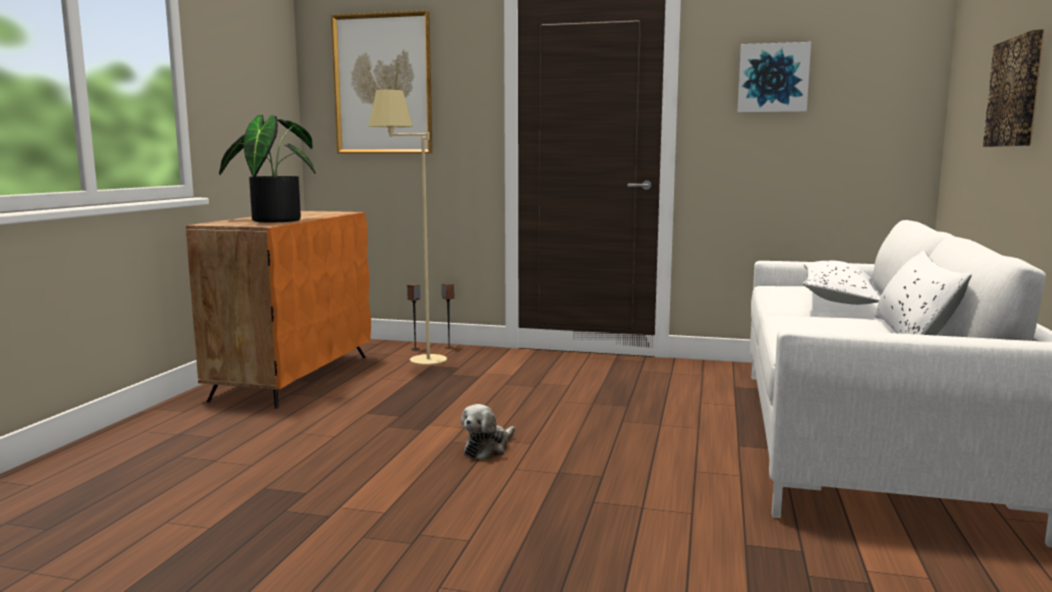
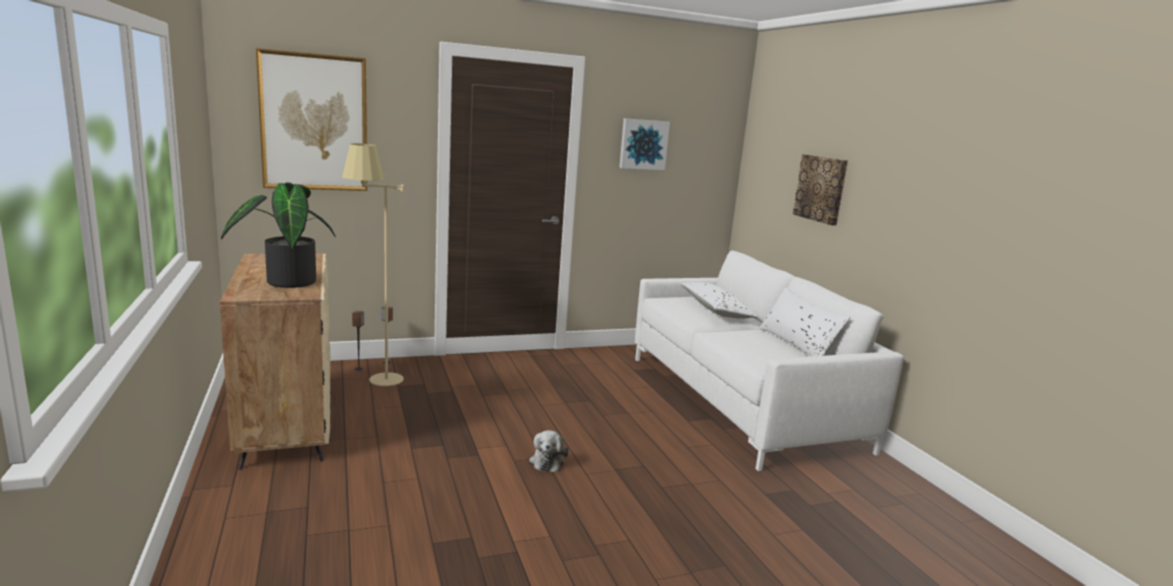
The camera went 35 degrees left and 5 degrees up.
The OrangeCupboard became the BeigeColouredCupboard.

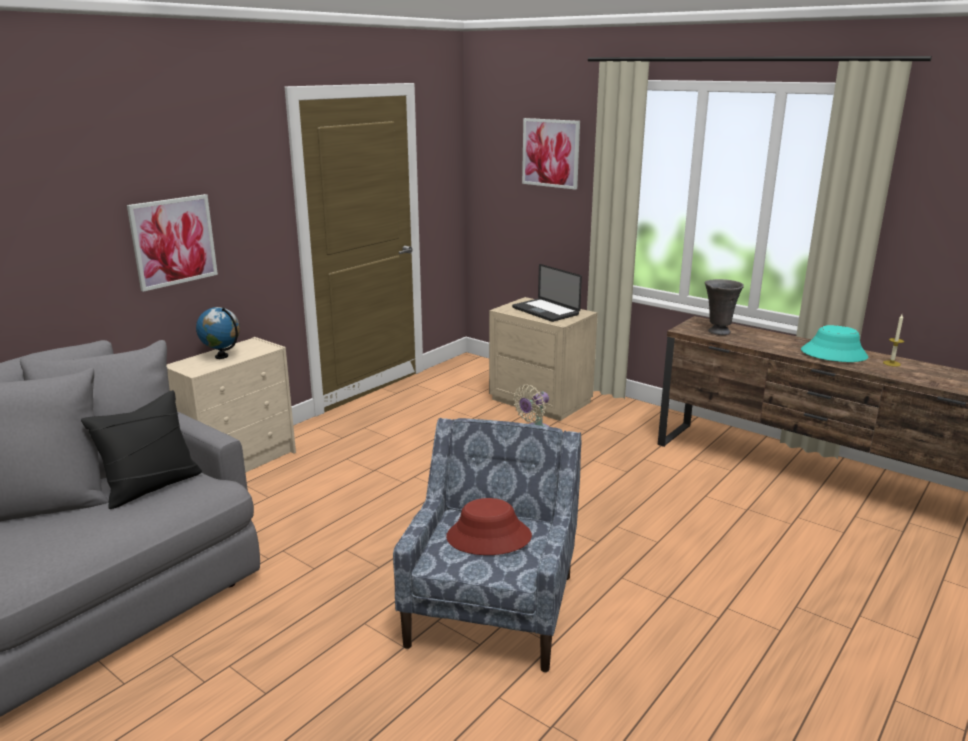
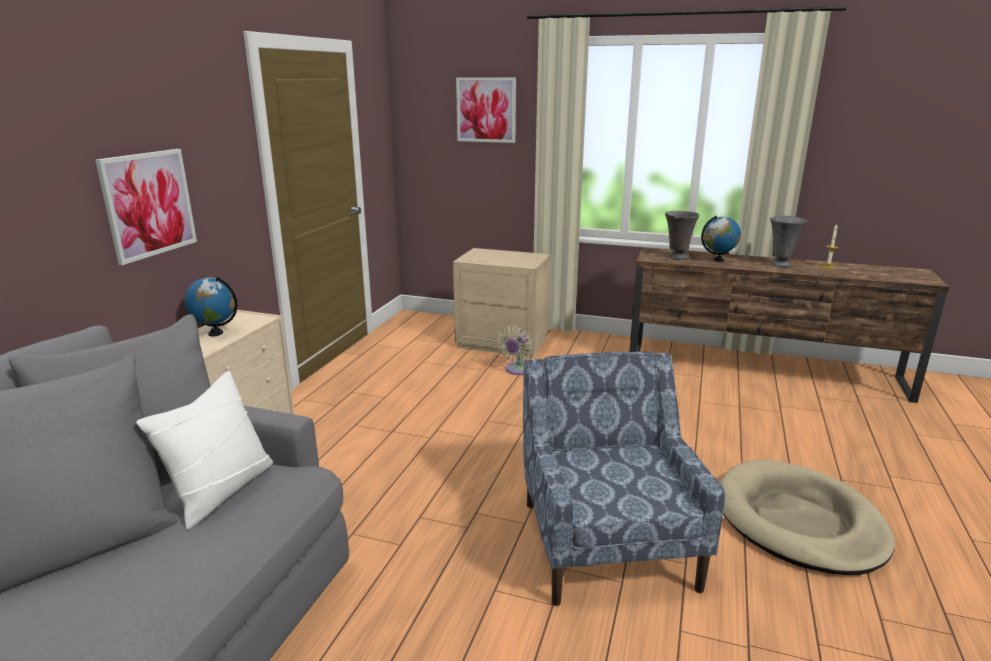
The camera went 20 degrees left and 0 degrees up.
The Laptop disappeared.
The TurquoiseHat was replaced by the GreyDecorativeVase (2nd from left).
The BlackPillow became the WhiteColouredPillow.
The ReddishHat disappeared.
The WorldGlobe (2nd from left) appeared.
The BeigeColouredDogCushion appeared.

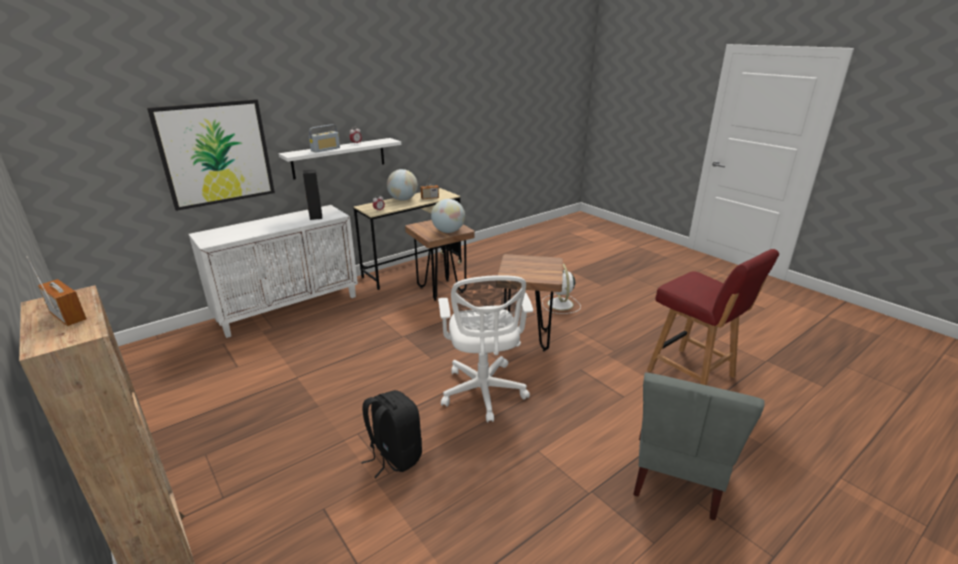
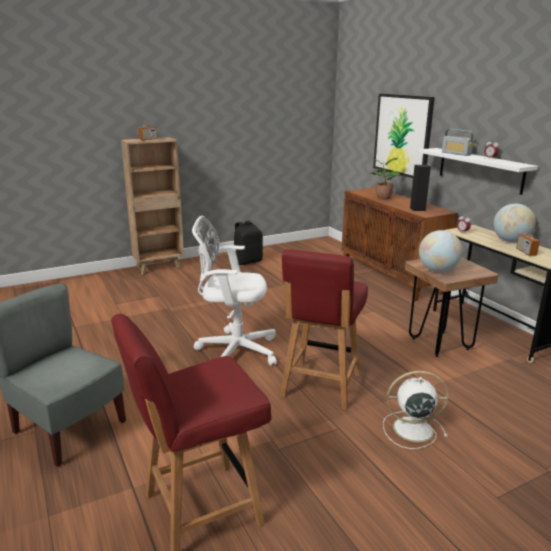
The camera went 100 degrees right and 5 degrees down.
The WhiteColouredCupboard became the BrownishCupboard.
The BrownishStoolSeat (2nd from left) was replaced by the ReddishChair (2nd from left).
The BlackRucksack moved.
The Houseplant appeared.

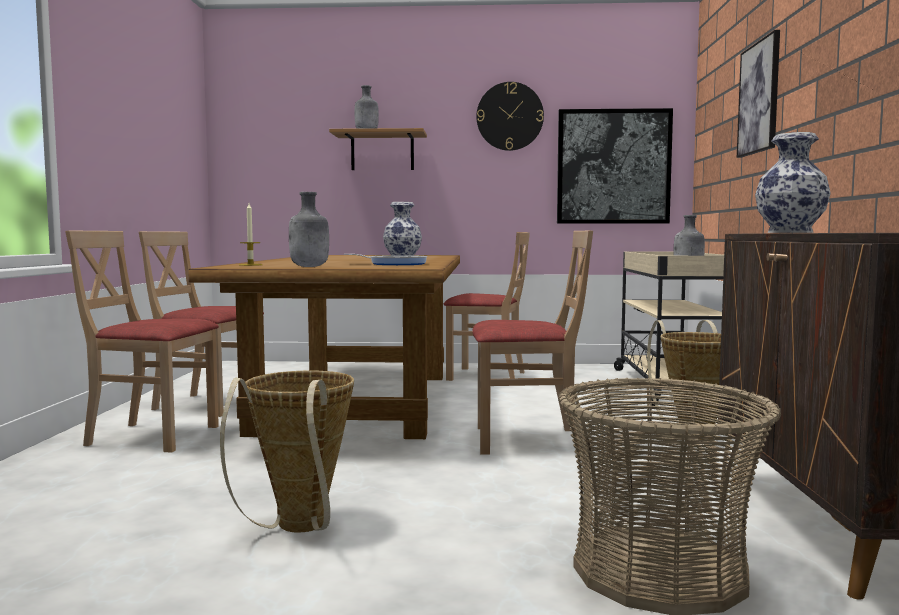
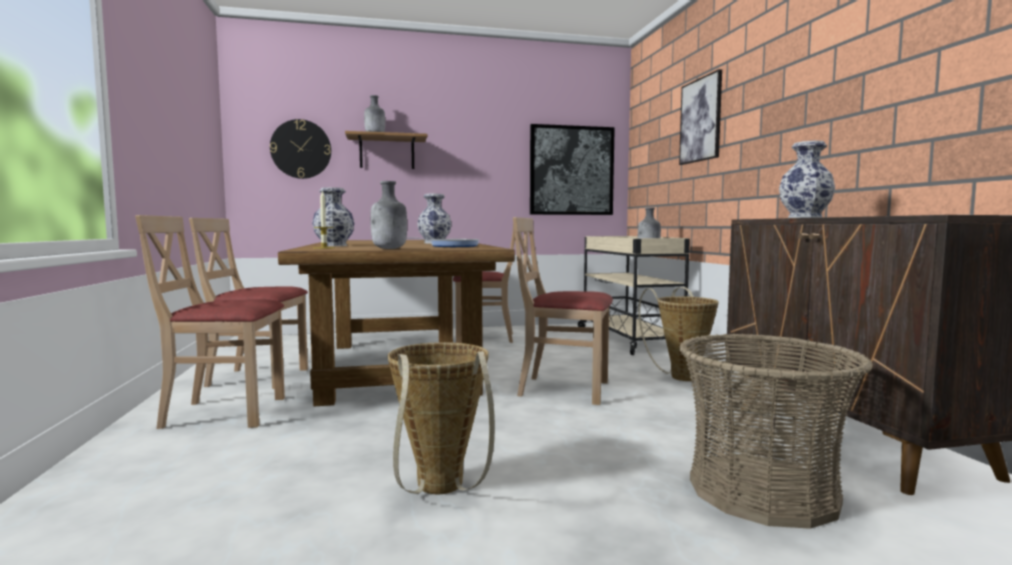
The camera went 15 degrees left and 0 degrees up.
The WallClock moved.
The BeigeColouredChair (4th from left) turned 150 degrees counterclockwise.
The DecorativeVase (1st from left) appeared.

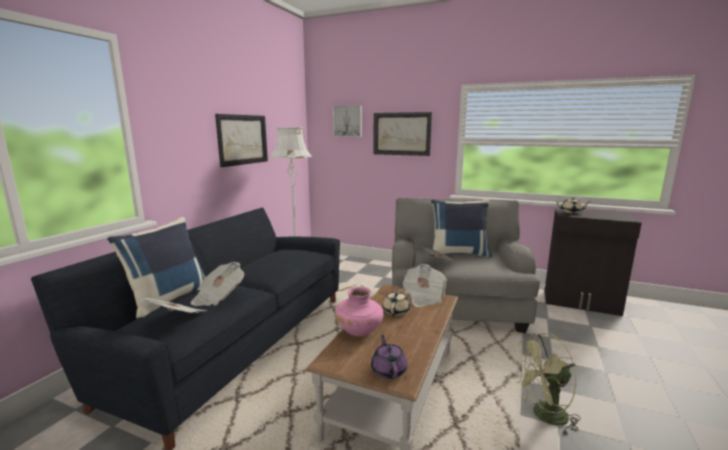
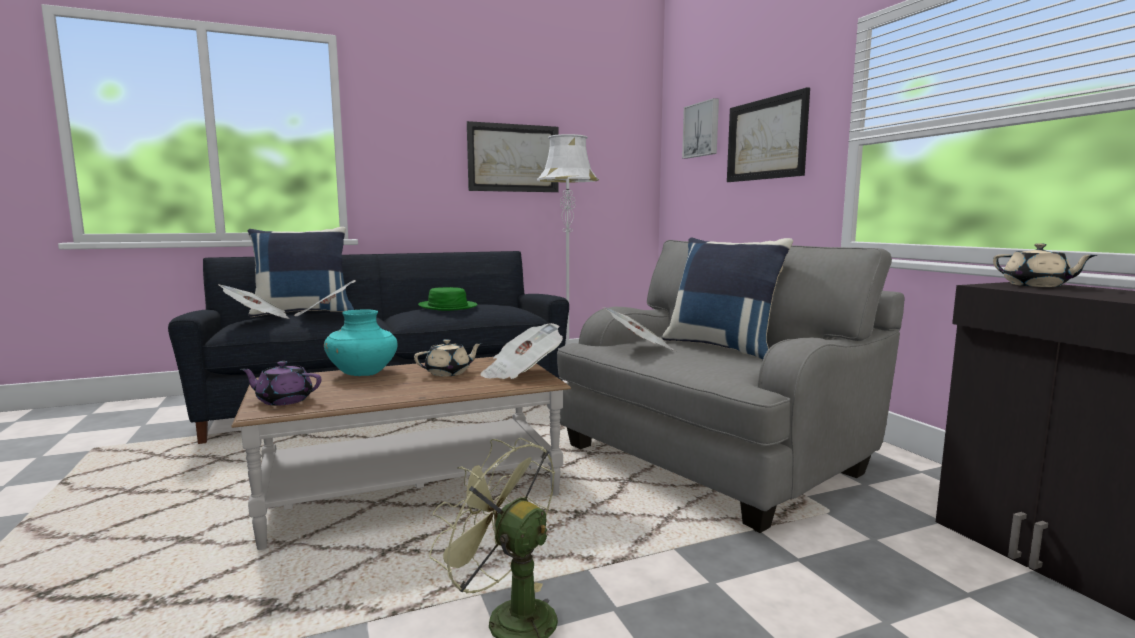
The camera went 45 degrees right and 5 degrees down.
The PinkColouredDecorativeVase became the TurquoiseDecorativeVase.
The PurplishTeaPot turned 120 degrees counterclockwise.
The GreenColouredHat appeared.

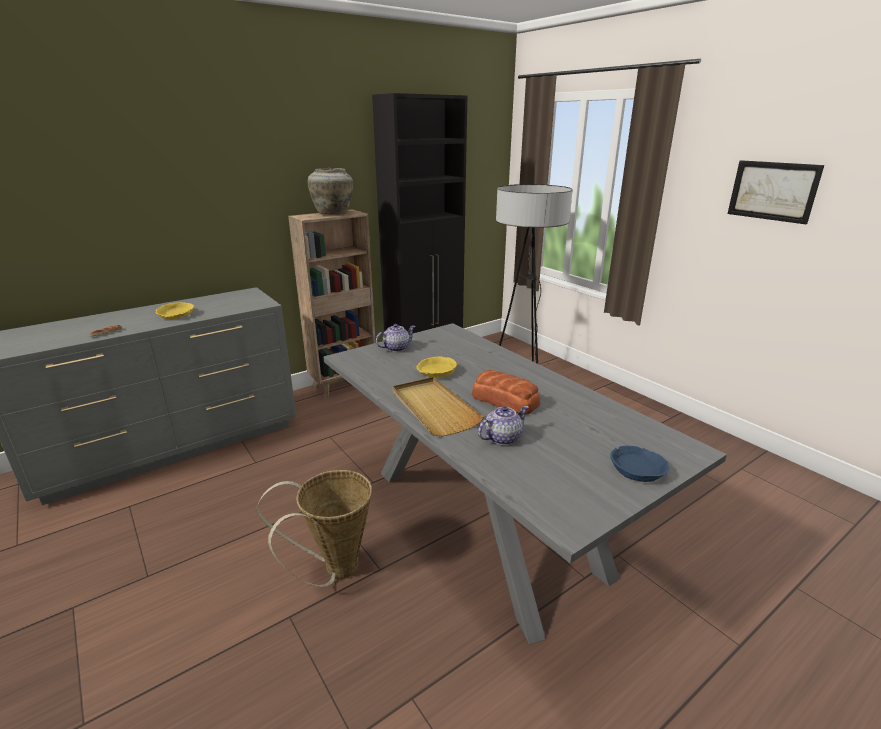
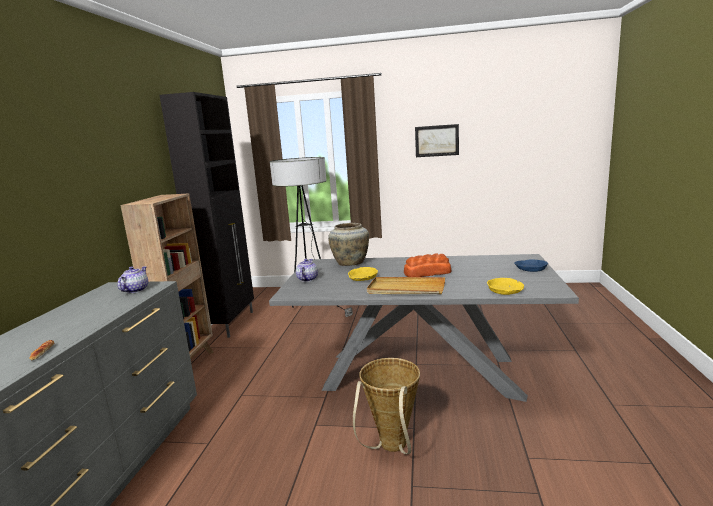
The camera went 45 degrees left and 10 degrees down.
The BeigeColouredDecorativeVase moved.
The YellowServingBowl (1st from left in the first image) moved.
The TeaPot (2nd from left in the first image) moved.

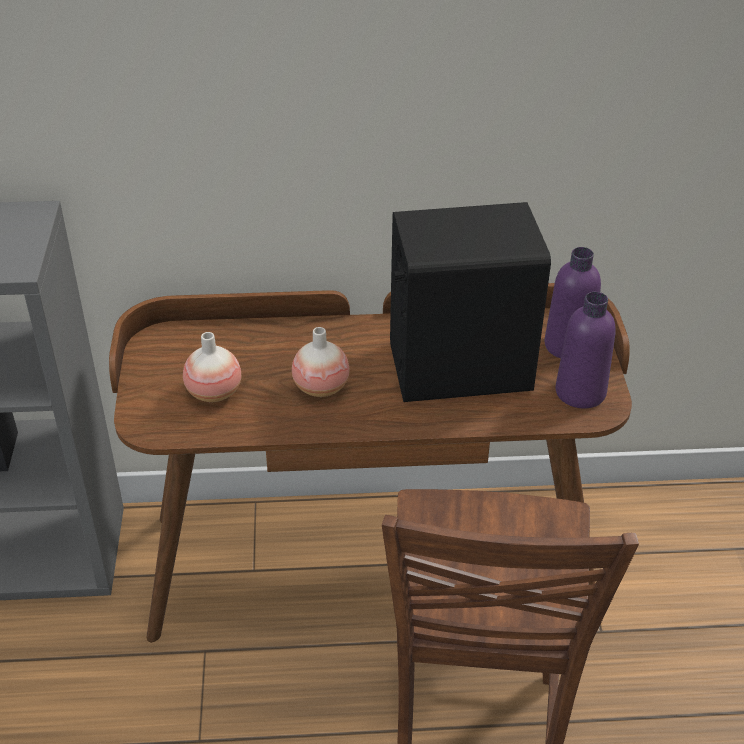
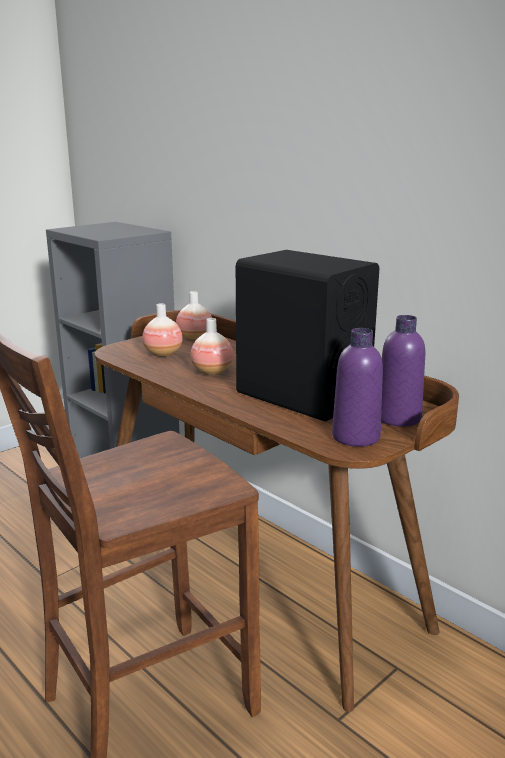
The camera went 50 degrees right and 20 degrees down.
The DecorativeVase (2nd from left) appeared.

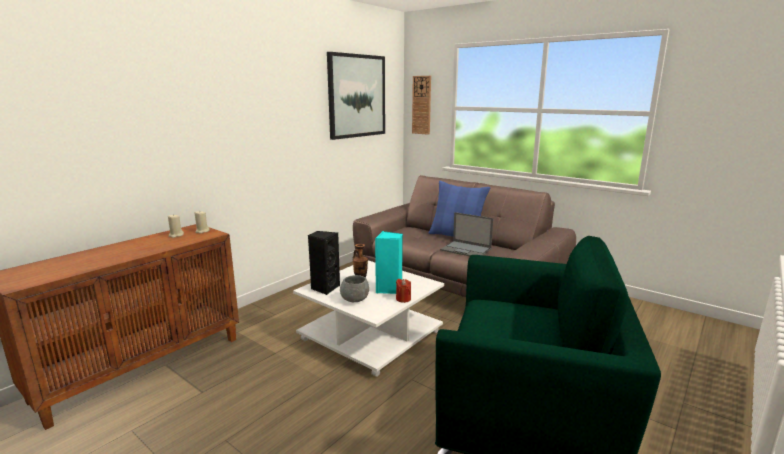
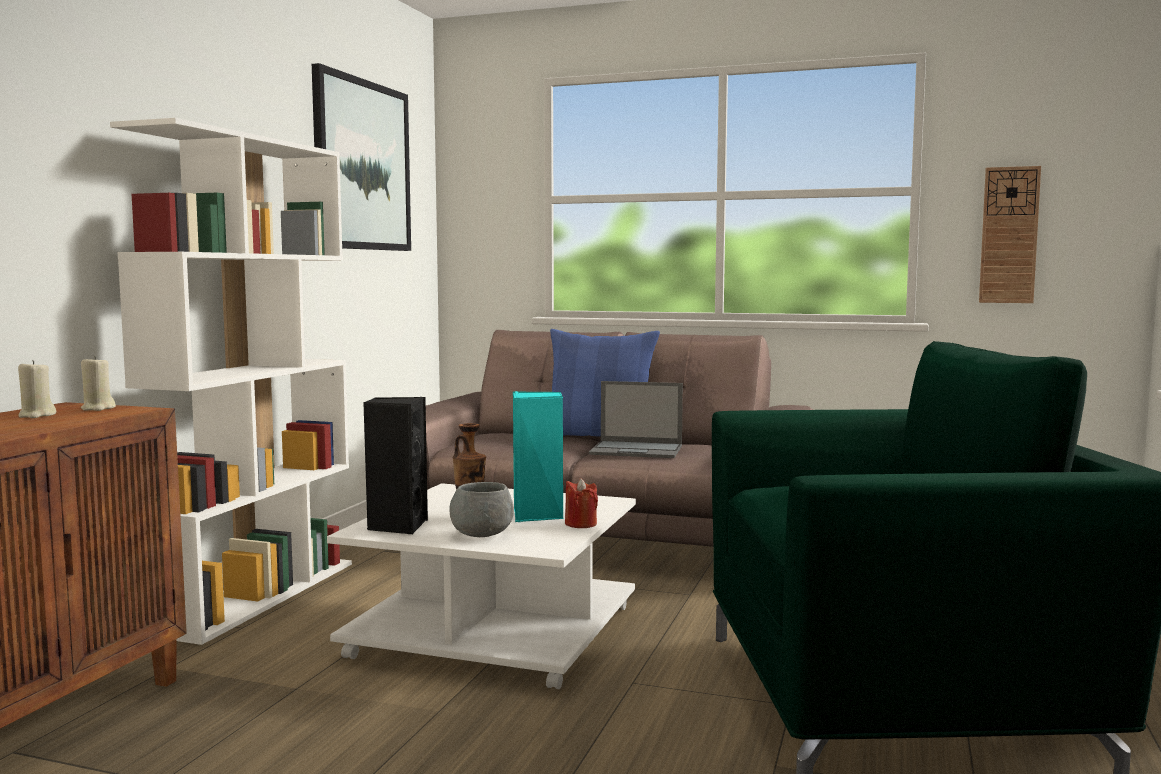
The camera went 20 degrees left and 10 degrees down.
The WallClock moved.
The WhiteColouredBookshelf appeared.

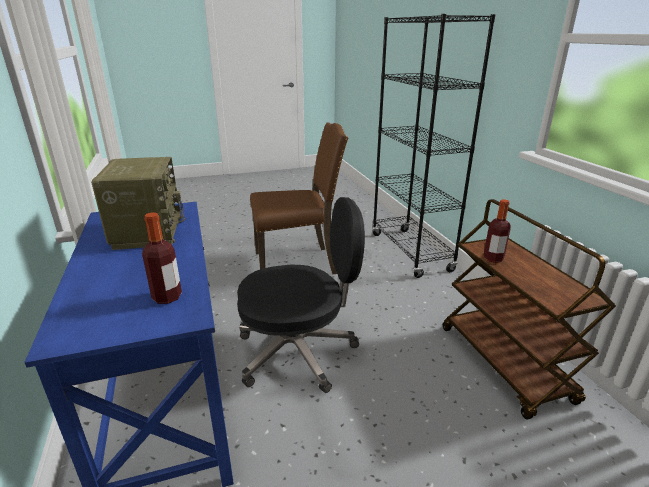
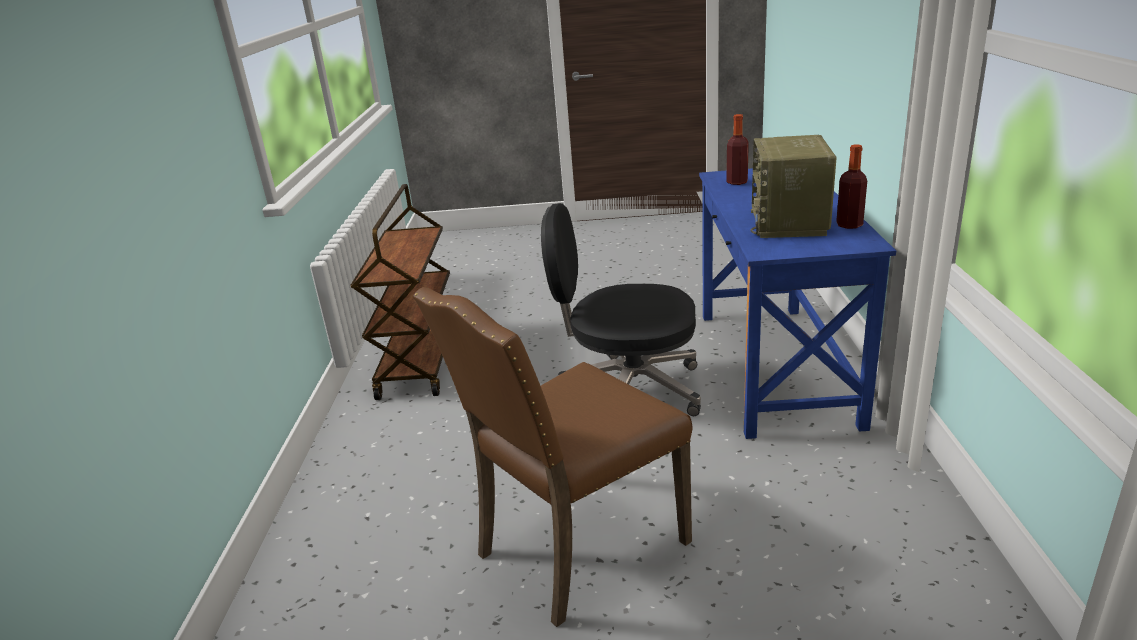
The camera went 160 degrees left and 0 degrees up.
The BlackBookshelf disappeared.
The BrownishChair turned 45 degrees counterclockwise.
The Bottle (2nd from left) moved.

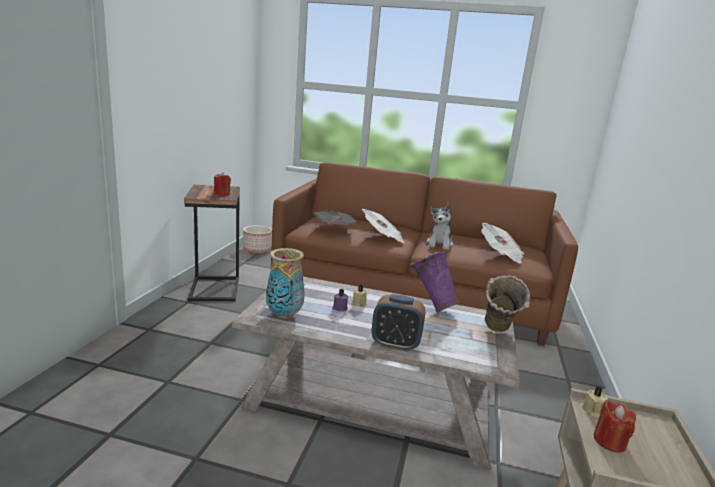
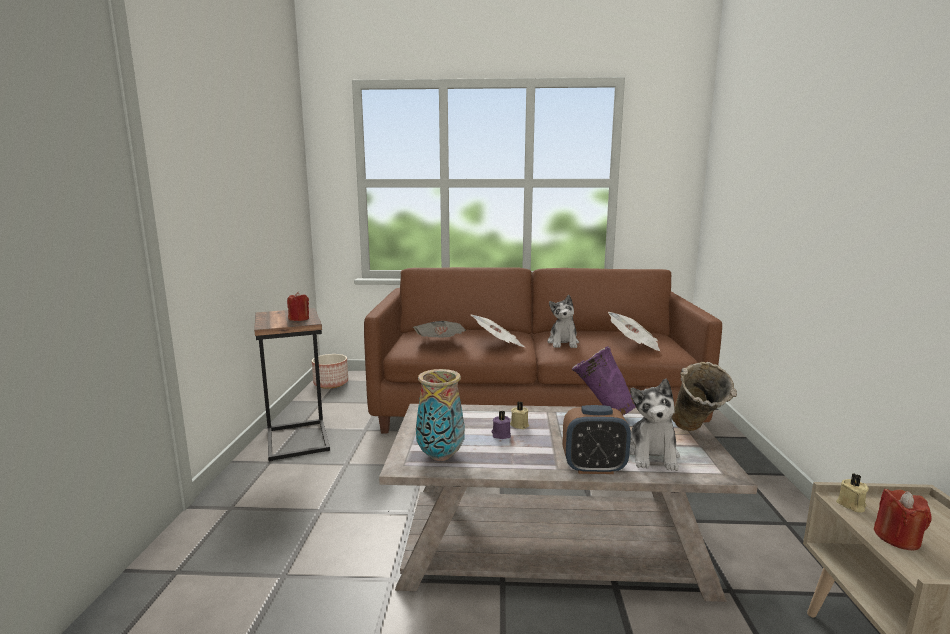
The camera went 10 degrees left and 5 degrees down.
The SoftToy (2nd from left) appeared.

